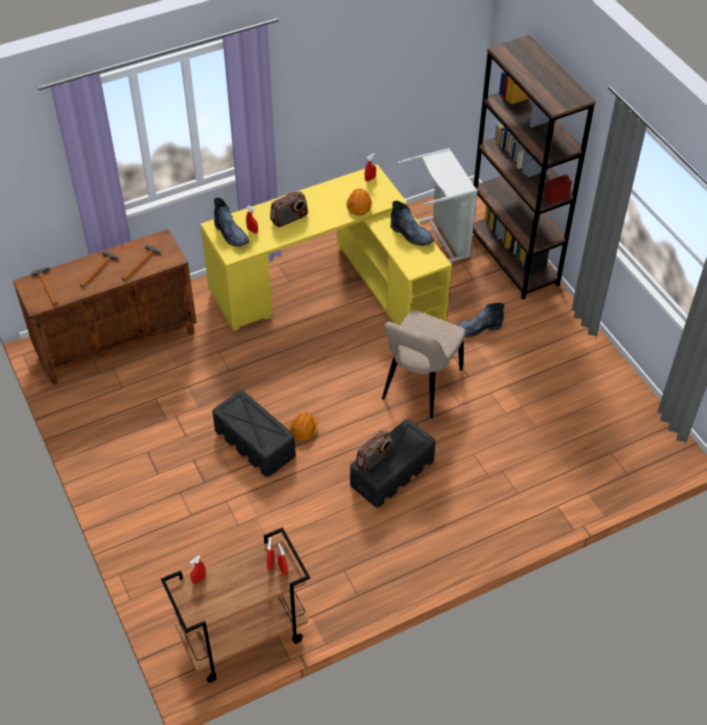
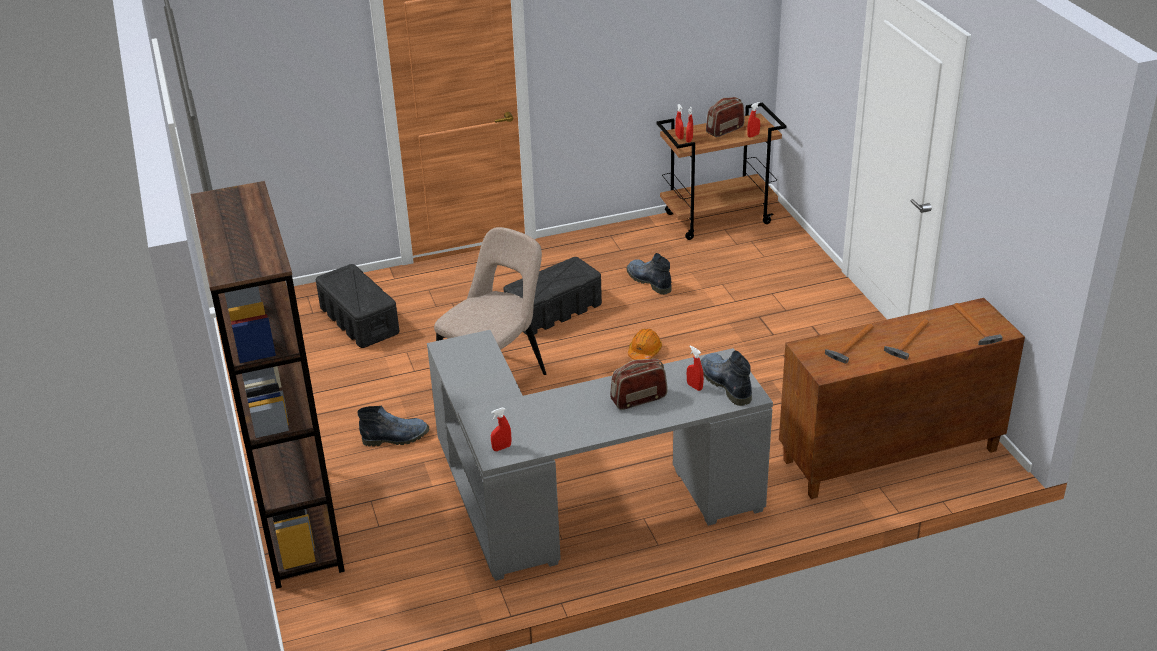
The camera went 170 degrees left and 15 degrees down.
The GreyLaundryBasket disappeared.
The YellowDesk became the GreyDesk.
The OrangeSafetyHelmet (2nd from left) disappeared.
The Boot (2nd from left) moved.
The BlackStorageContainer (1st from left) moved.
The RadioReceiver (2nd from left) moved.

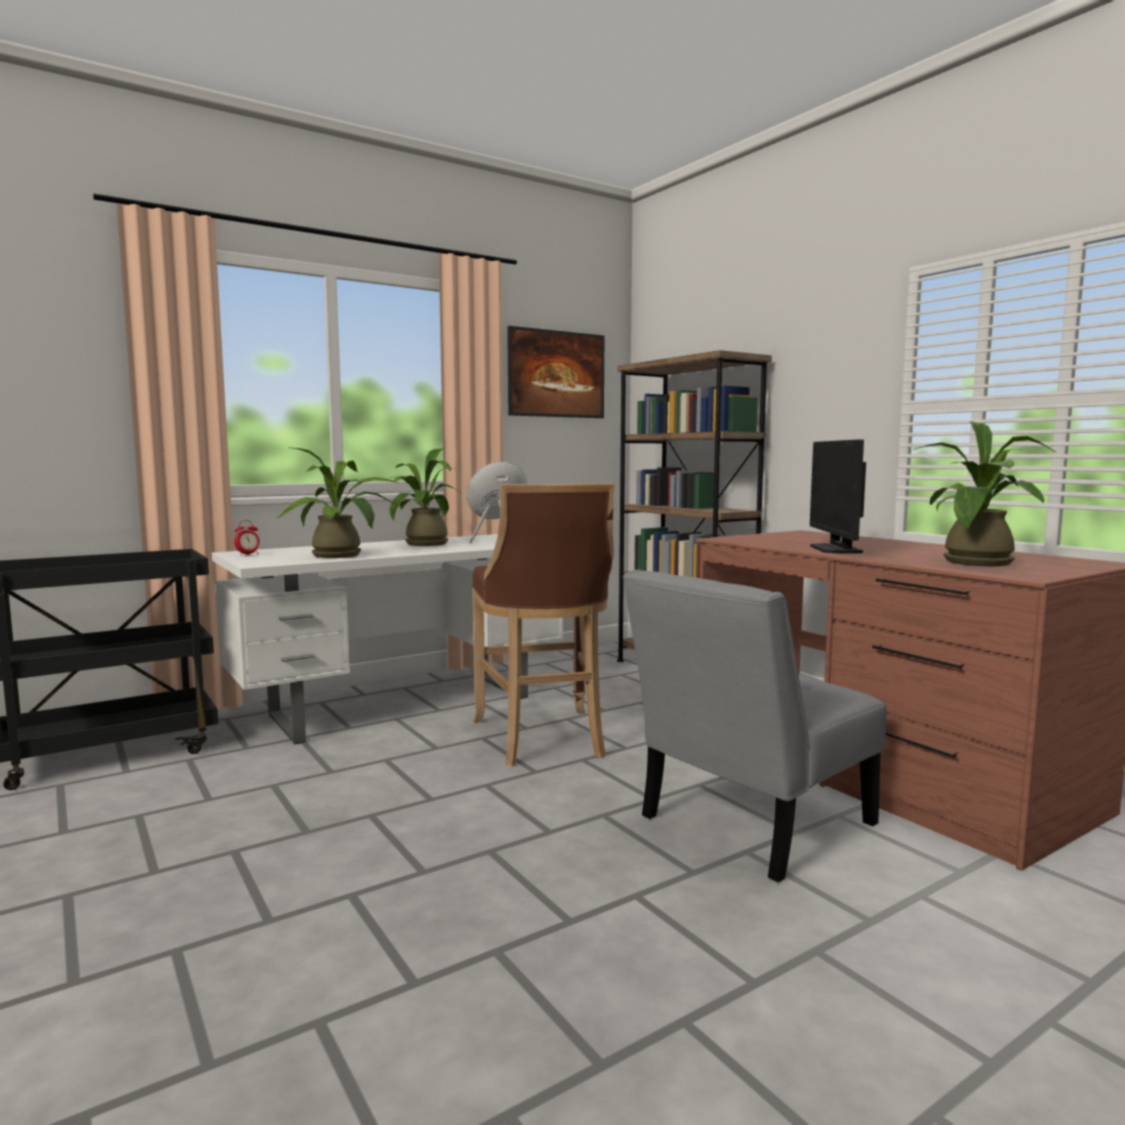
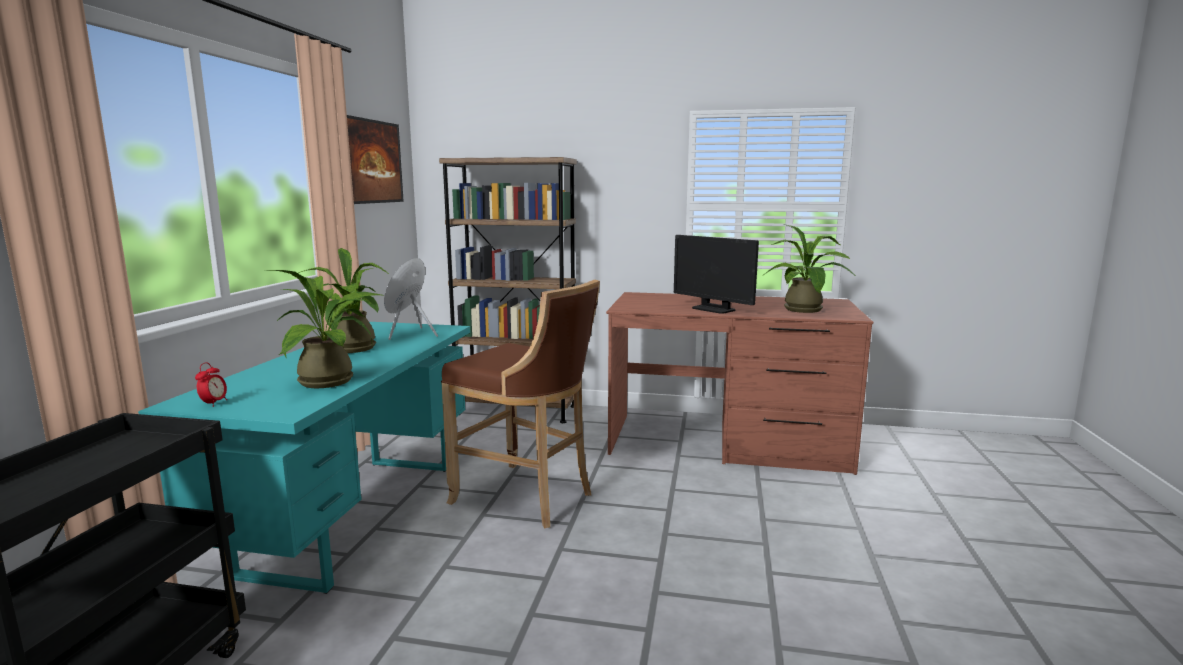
The camera went 45 degrees left and 5 degrees up.
The WhiteColouredDesk became the TurquoiseDesk.
The GreyChair disappeared.

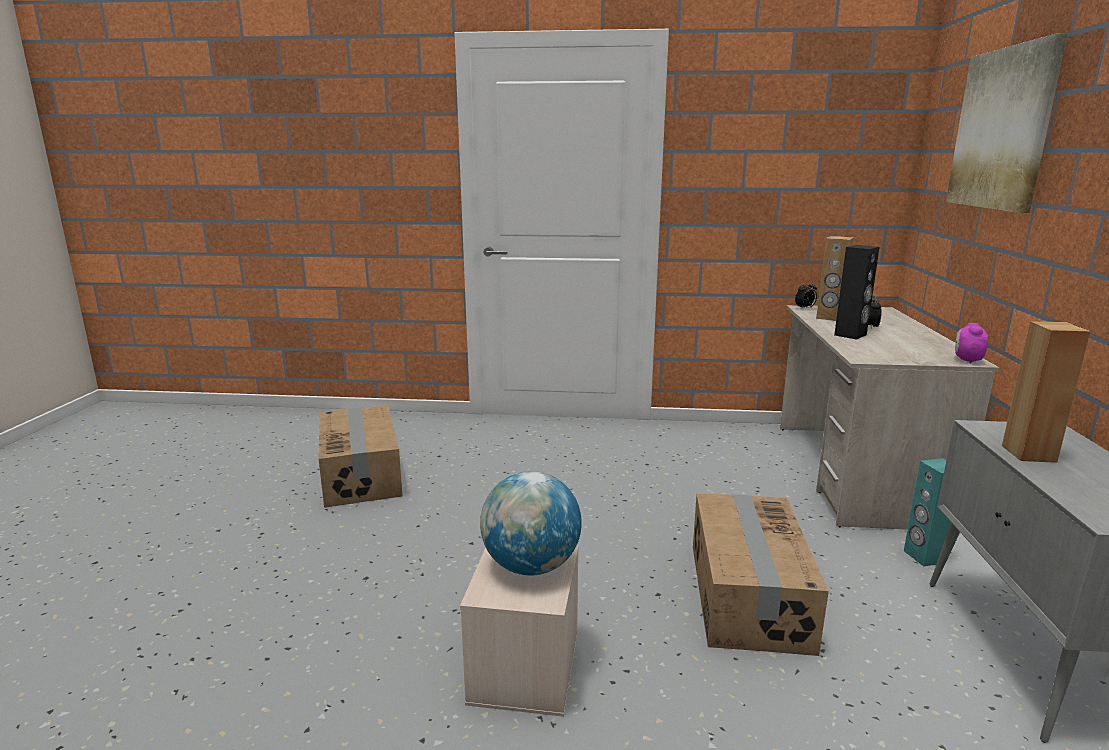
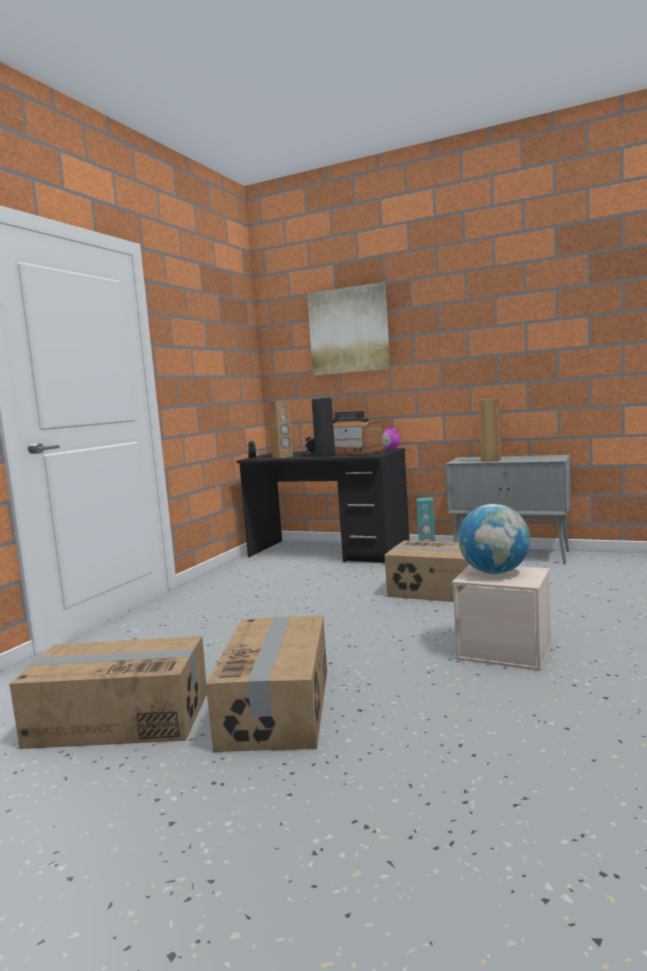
The camera went 70 degrees left and 10 degrees down.
The BeigeColouredDesk became the BlackDesk.
The RadioReceiver appeared.
The Carton (2nd from left) appeared.

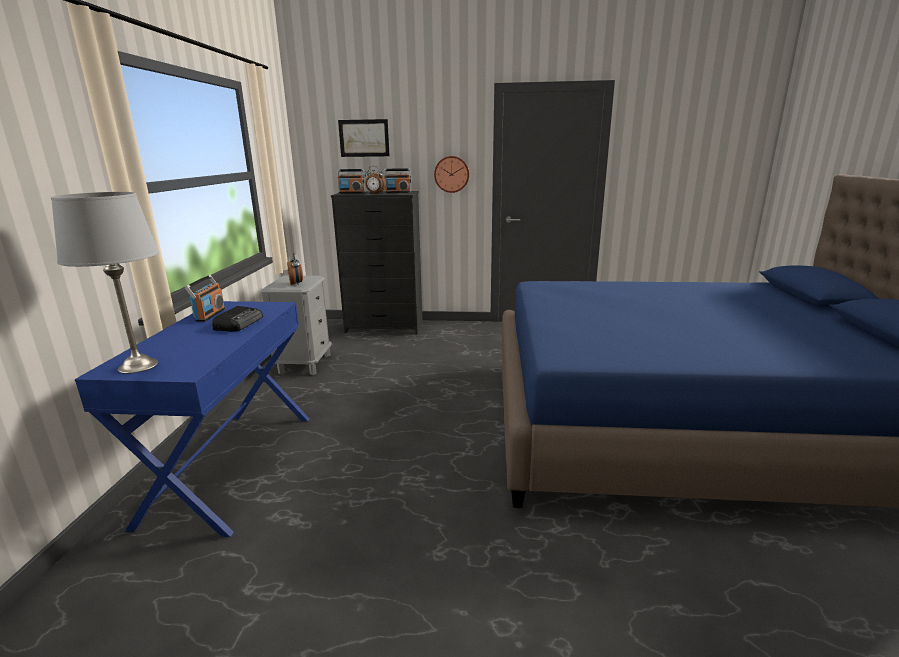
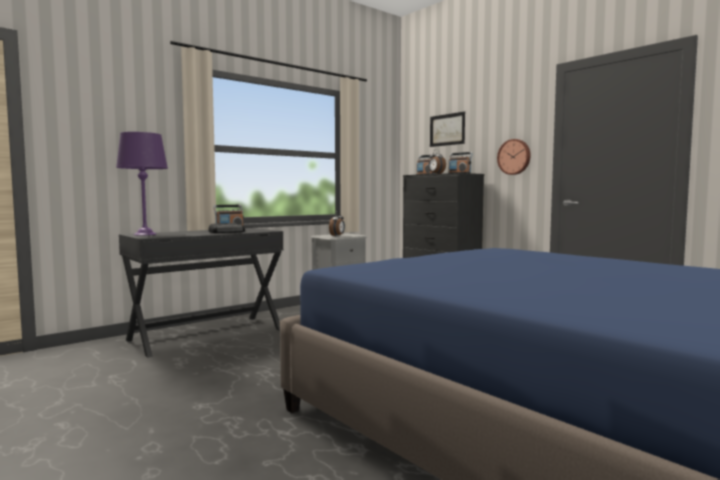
The camera went 45 degrees right and 15 degrees down.
The GreyLampForATable became the PurplishLampForATable.
The BluishDesk became the BlackDesk.

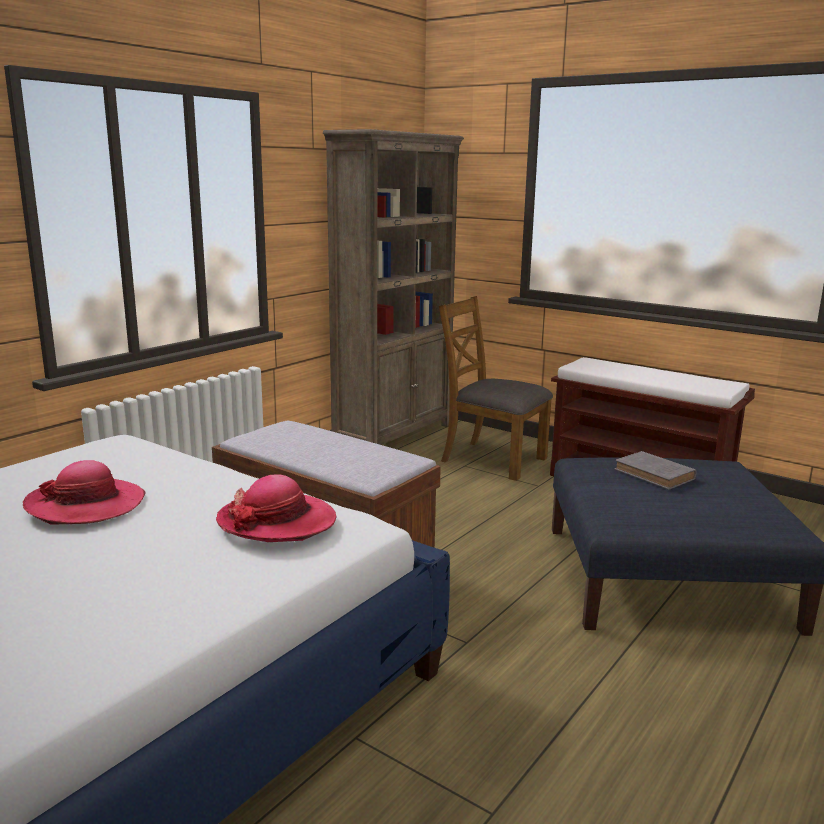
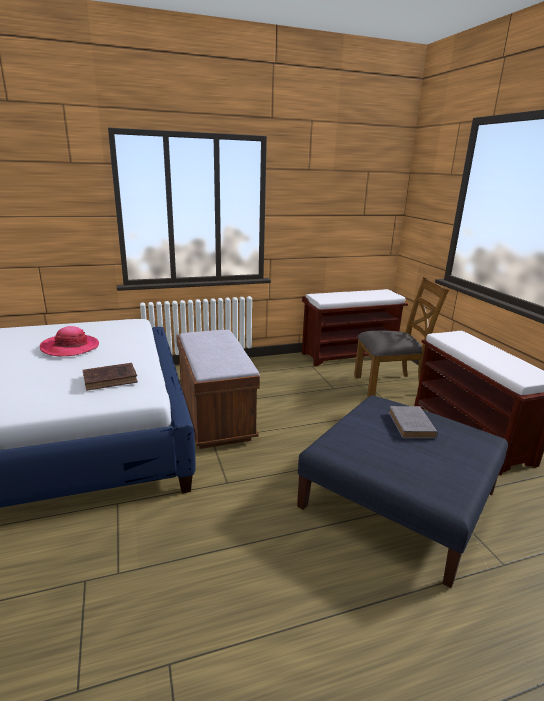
The camera went 35 degrees right and 5 degrees up.
The BrownishBookshelf was replaced by the BrownishIndoorBench (2nd from left).
The BrownishChair turned 105 degrees clockwise.
The Hat (2nd from left) was replaced by the BrownishBook.

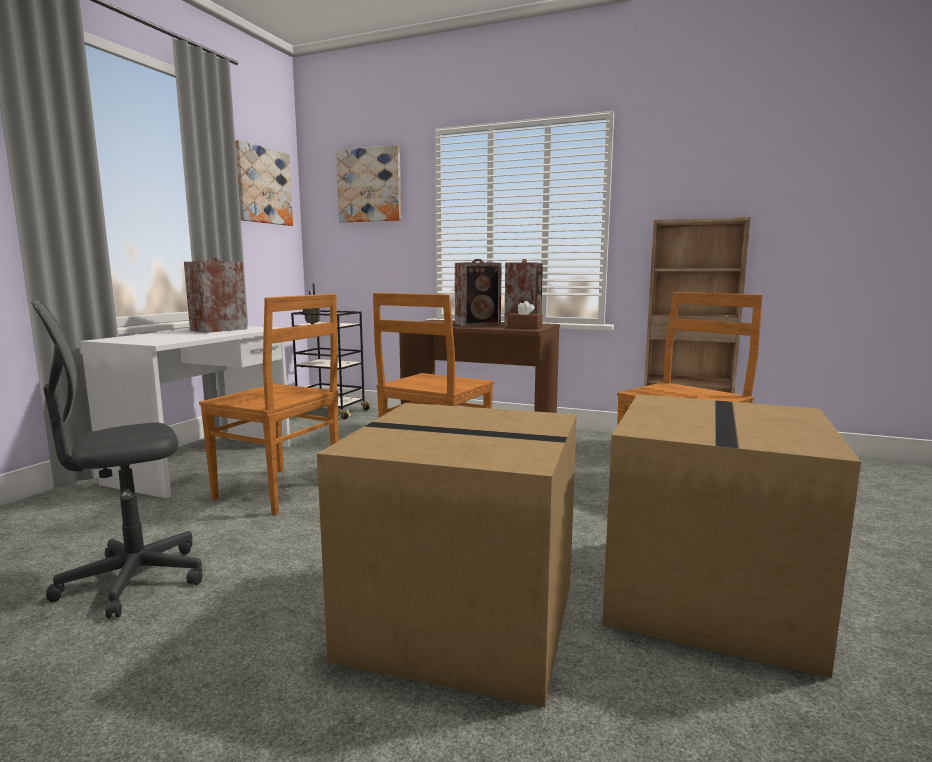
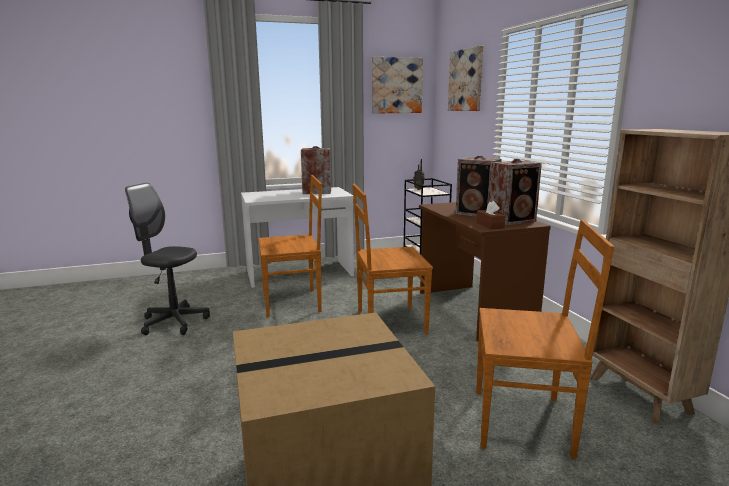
The camera went 50 degrees right and 5 degrees up.
The BrownishChair (1st from left) turned 90 degrees counterclockwise.
The Carton (1st from left) disappeared.

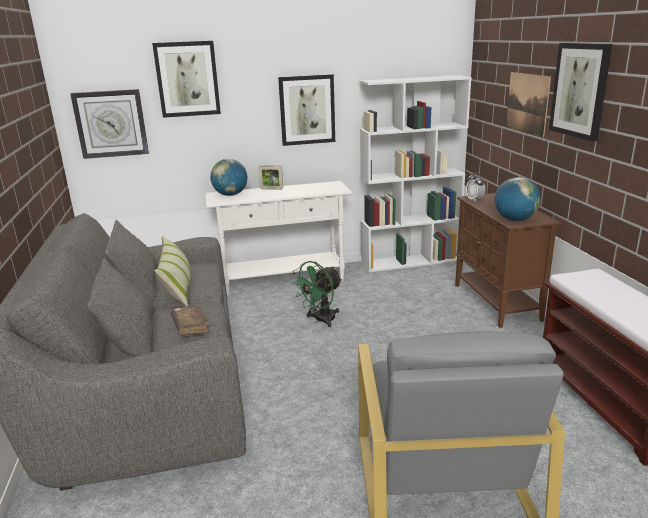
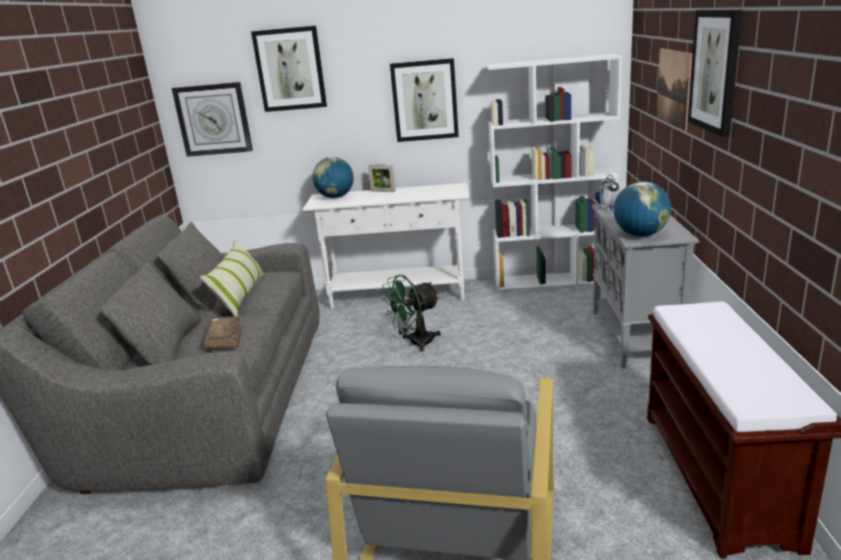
The camera went 15 degrees right and 0 degrees up.
The BrownishCupboard became the GreyCupboard.

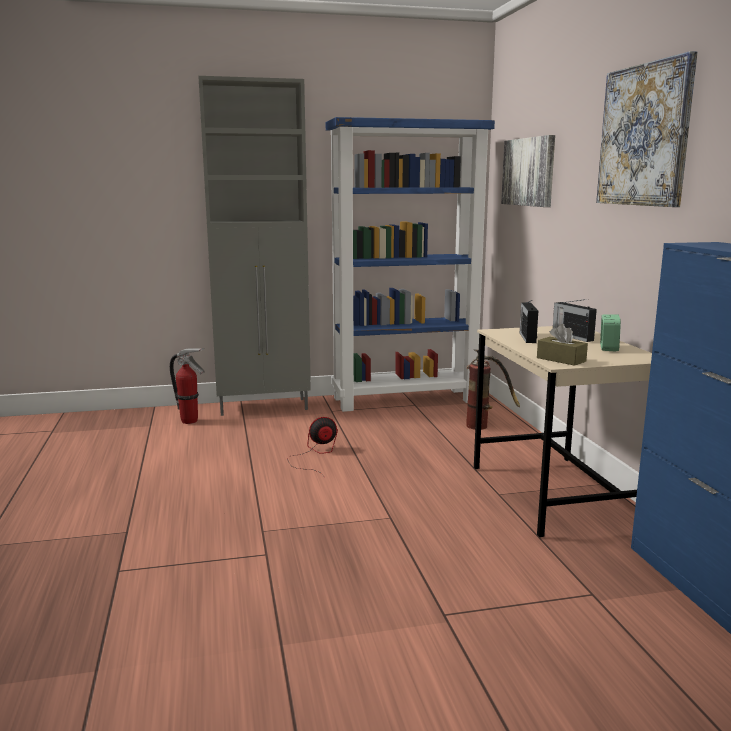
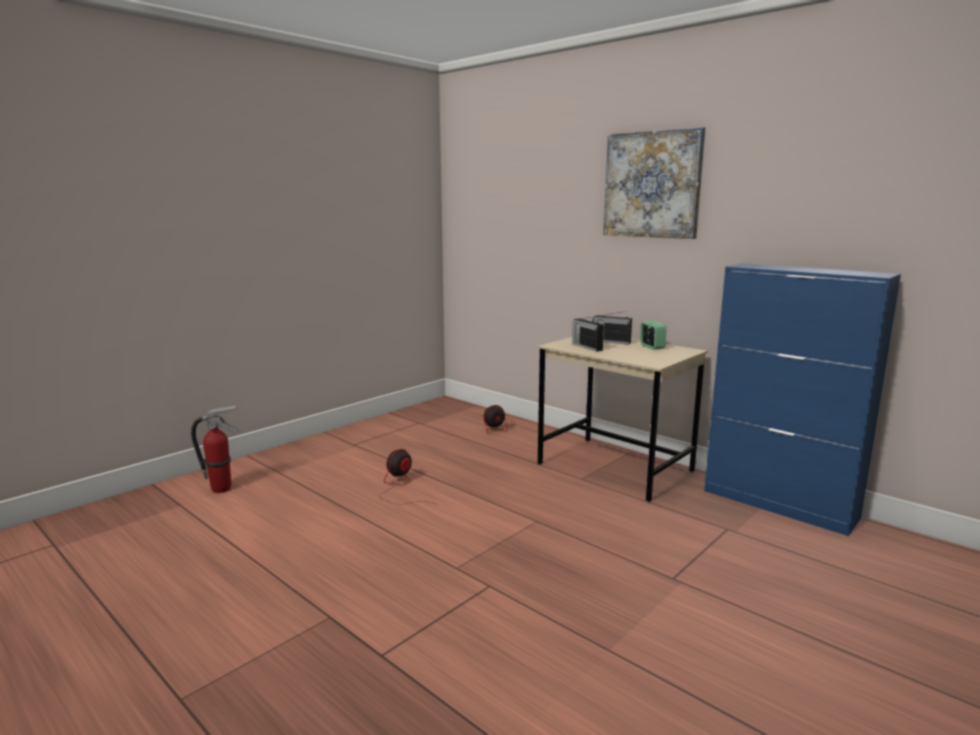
The camera went 35 degrees left and 0 degrees up.
The GreyCupboard disappeared.
The BluishBookshelf disappeared.
The WallArt (1st from left) disappeared.
The BrownishTissueBox disappeared.
The Extinguisher (2nd from left) was replaced by the CoolingFan (2nd from left).

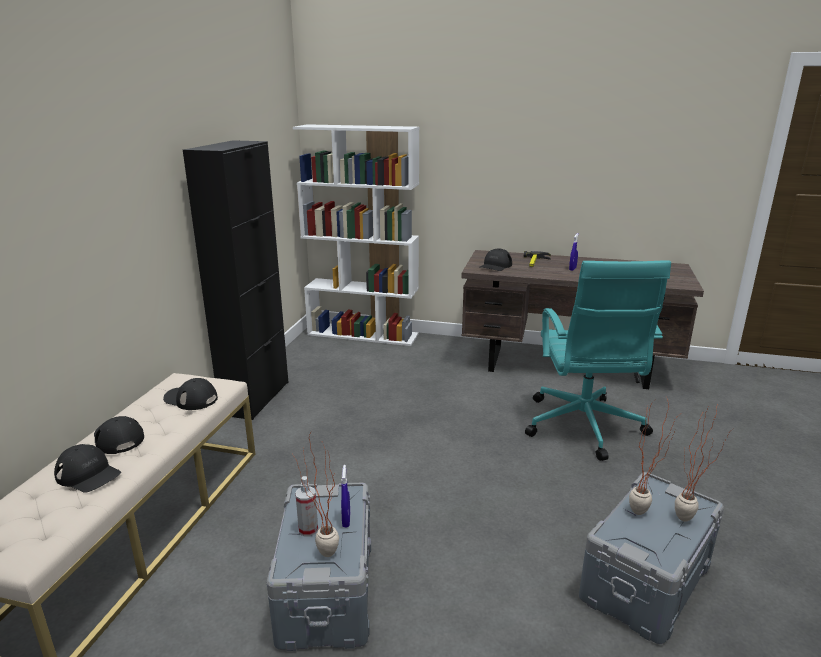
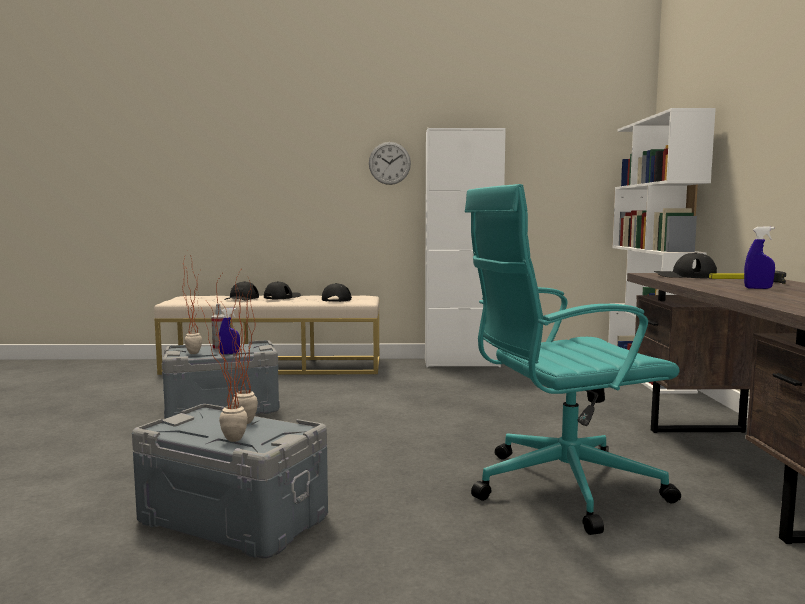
The camera went 75 degrees right and 15 degrees down.
The BlackCupboard became the WhiteColouredCupboard.
The WallClock appeared.

